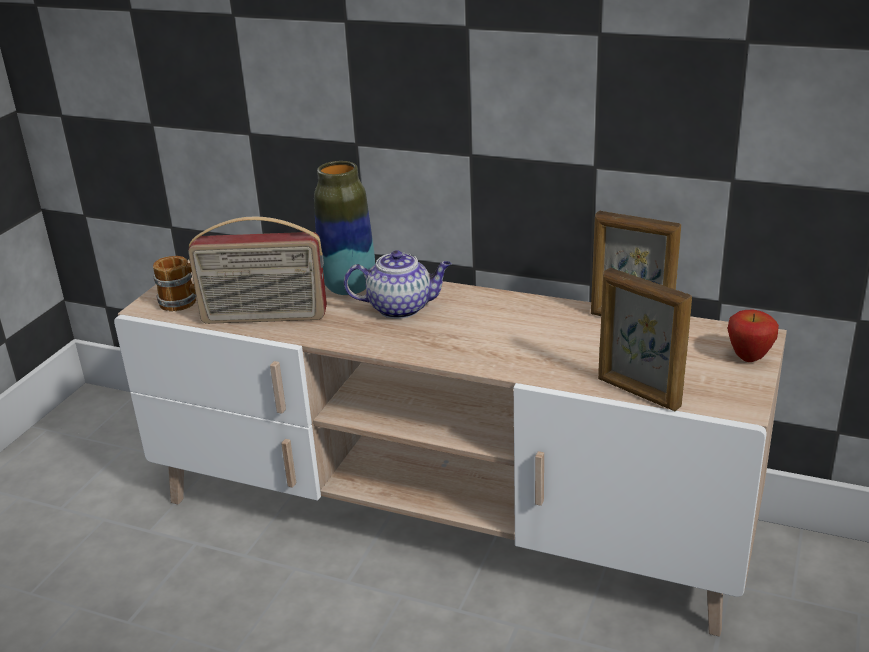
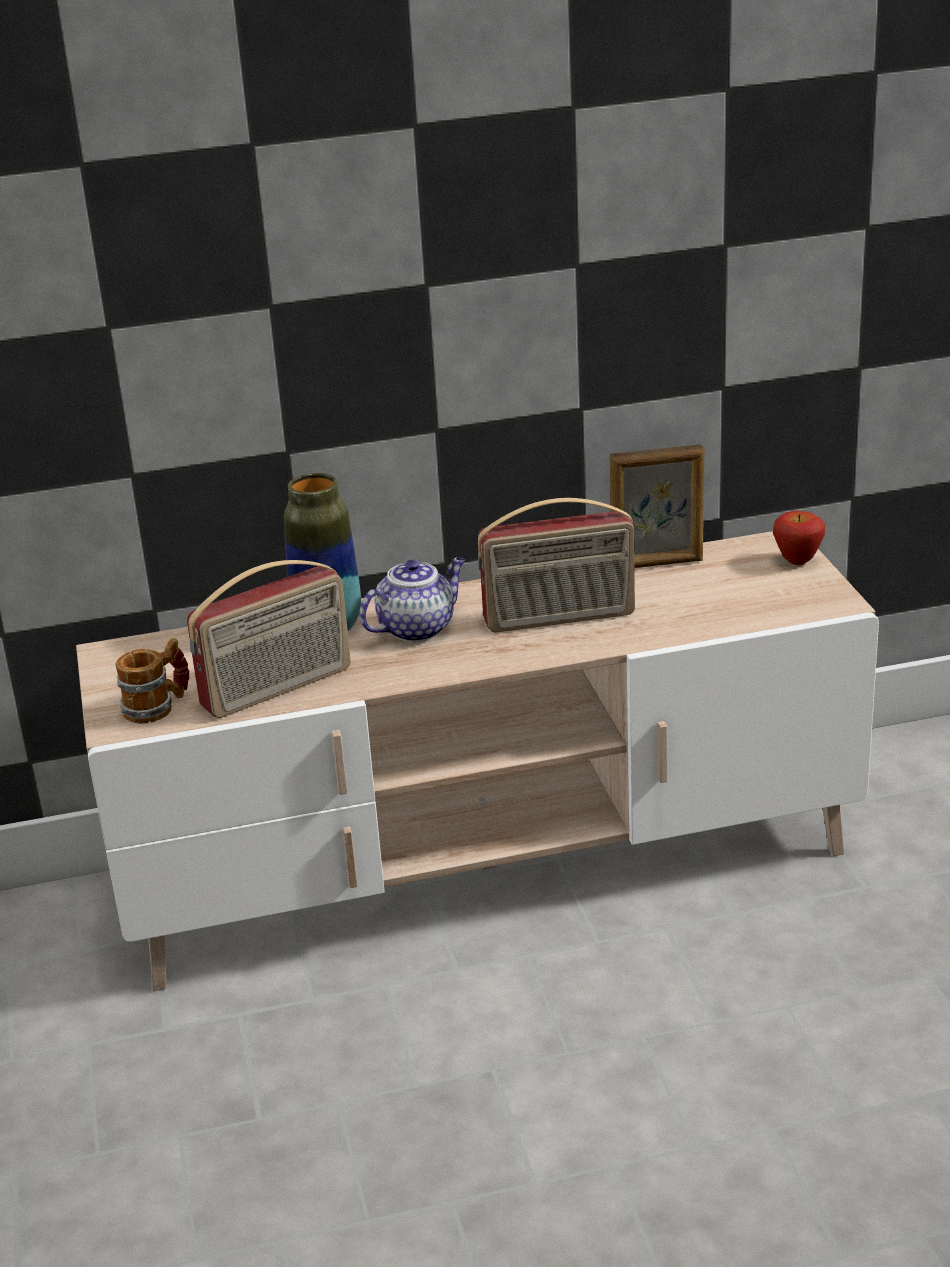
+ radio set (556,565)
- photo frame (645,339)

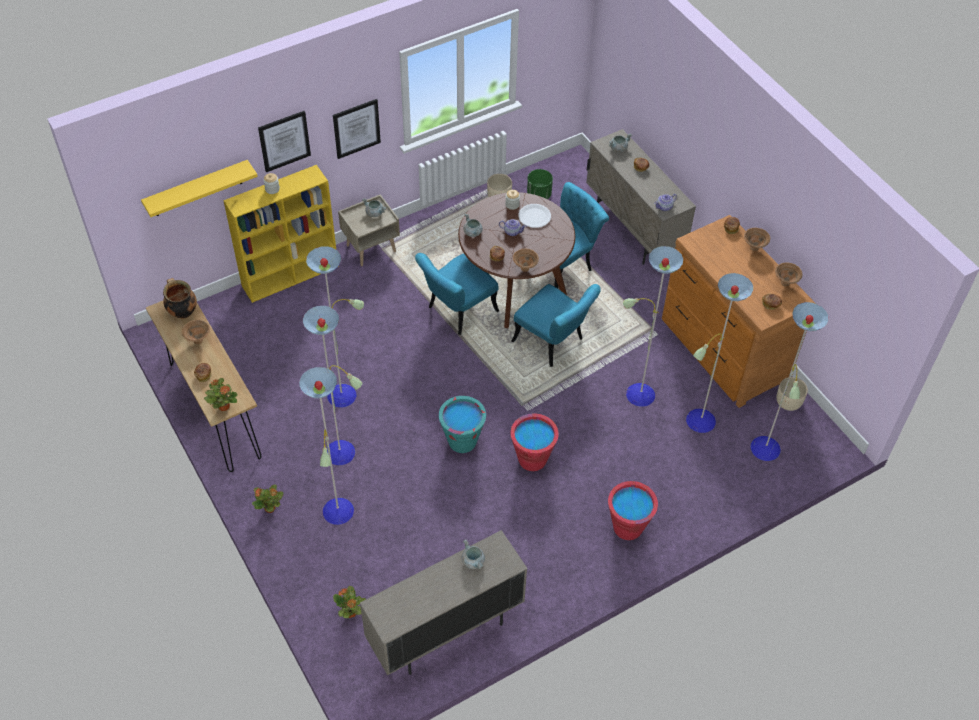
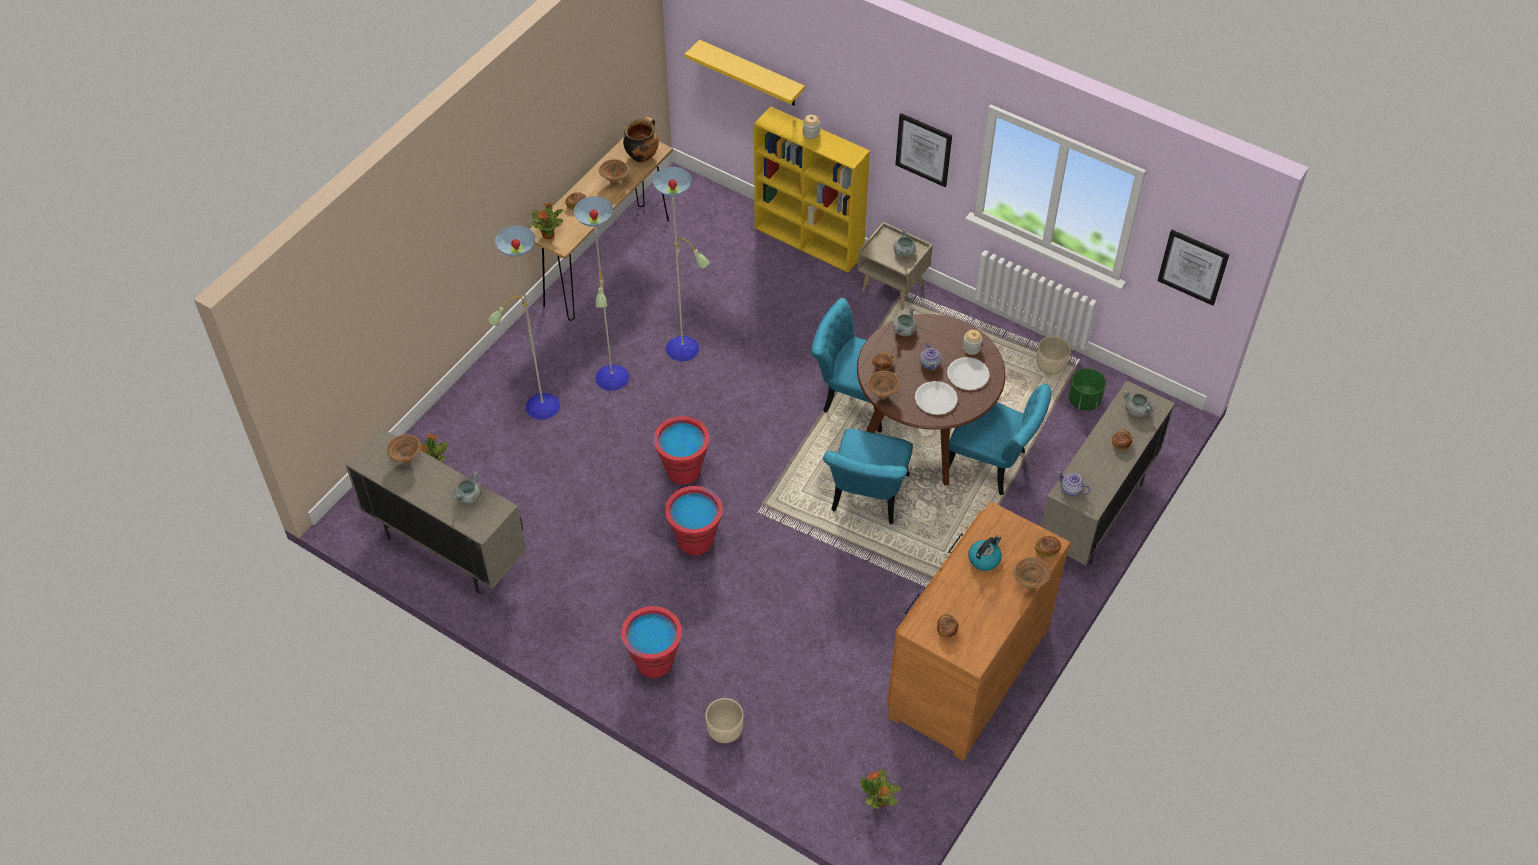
~ brownish serving bowl (788,275) to (404,449)
~ turquoise-coloured pail (462,424) to red-coloured pail (681,450)
~ sand-coloured flower pot (792,394) to (724,720)
~ houseplant (268,498) to (880,789)
+ white-coloured flat dish (936,398)
+ water kettle (985,553)
~ wall picture (284,141) to (1193,268)
- floor lamp (725,353)

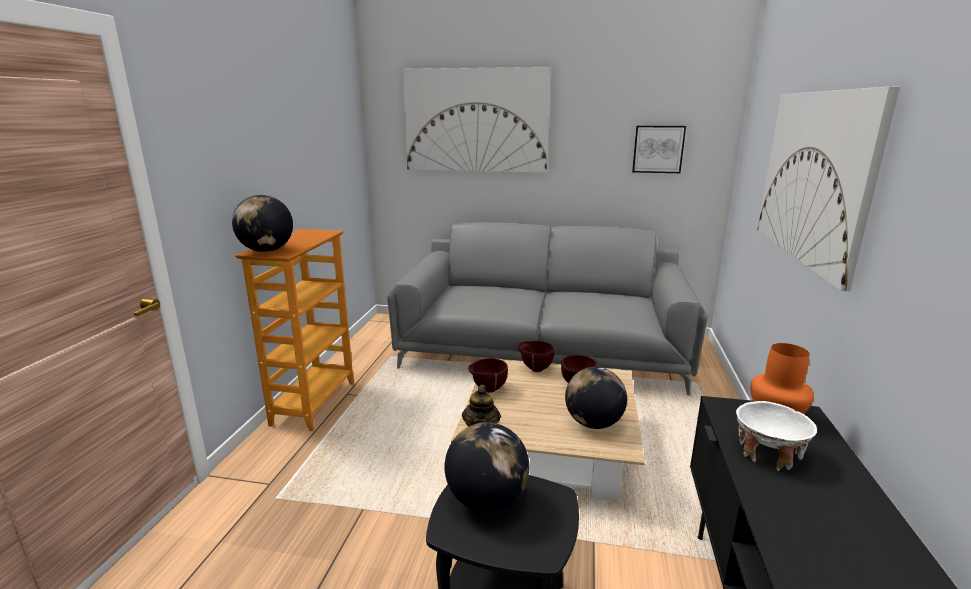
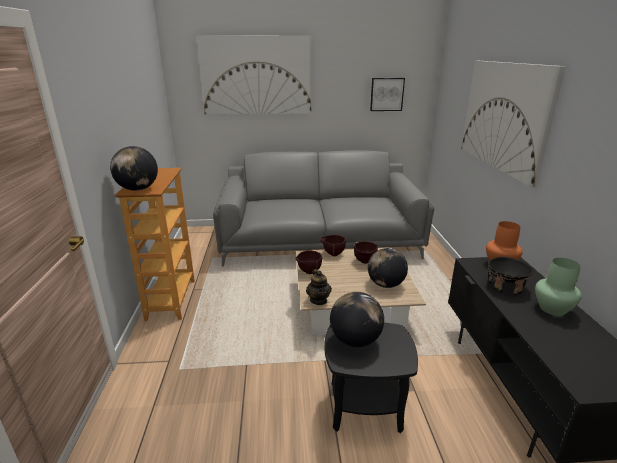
~ white-coloured serving bowl (776,436) to black-coloured serving bowl (511,276)
+ green-coloured decorative vase (558,287)

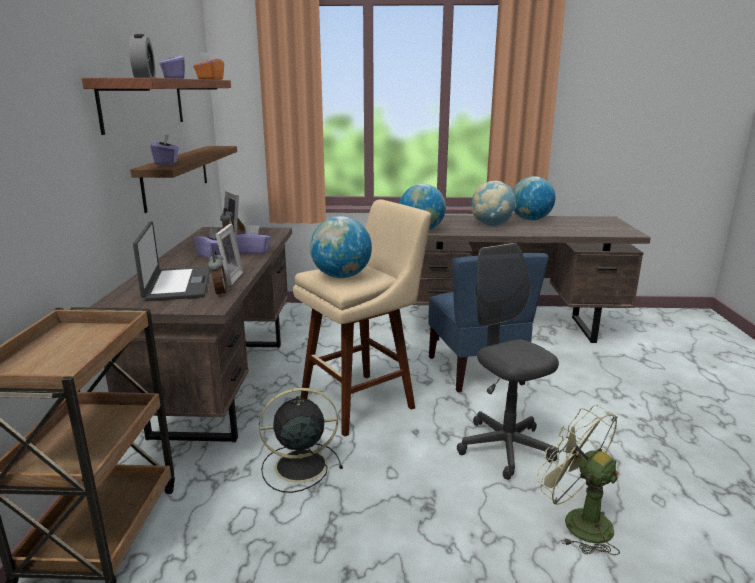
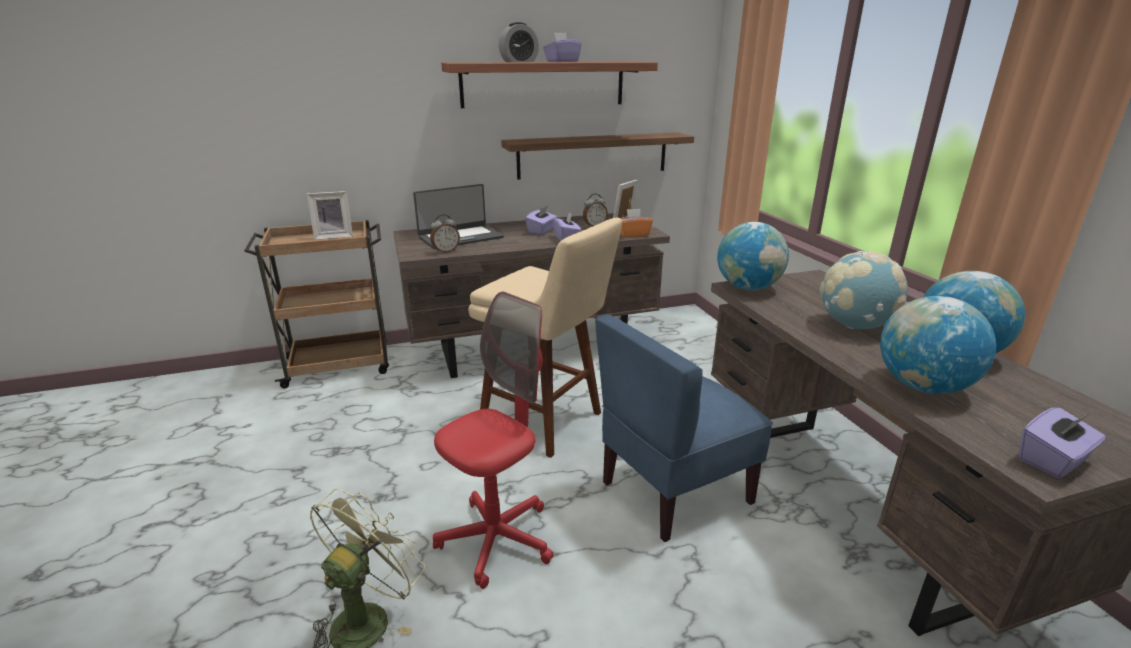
~ photo frame (230,255) to (330,215)
~ grey desk chair (508,361) to red-coloured desk chair (493,440)
~ orangey tissue box (208,66) to (636,223)
~ globe (341,247) to (938,345)
~ purple tissue box (164,149) to (1062,443)
- black-coloured cooling fan (301,440)

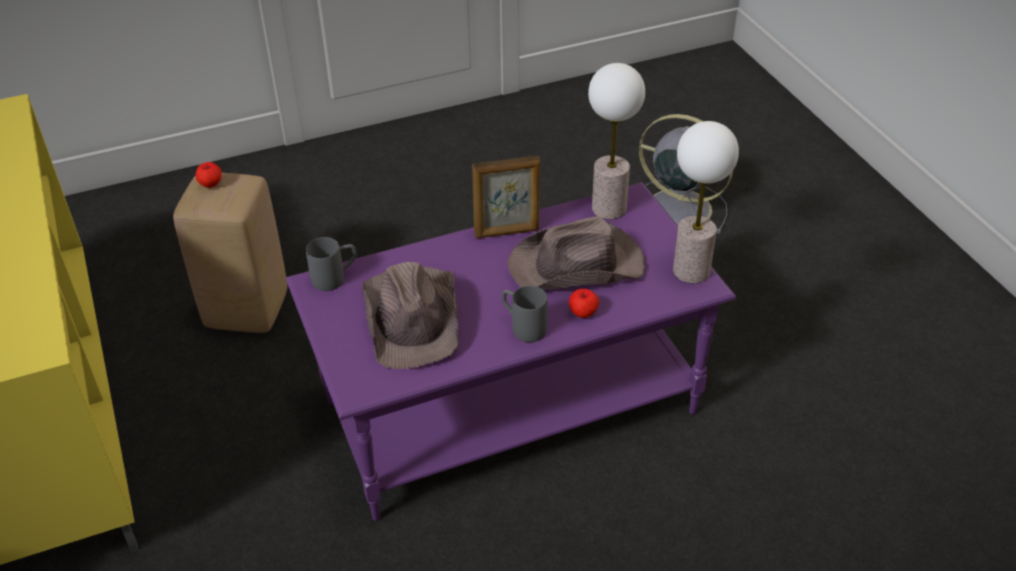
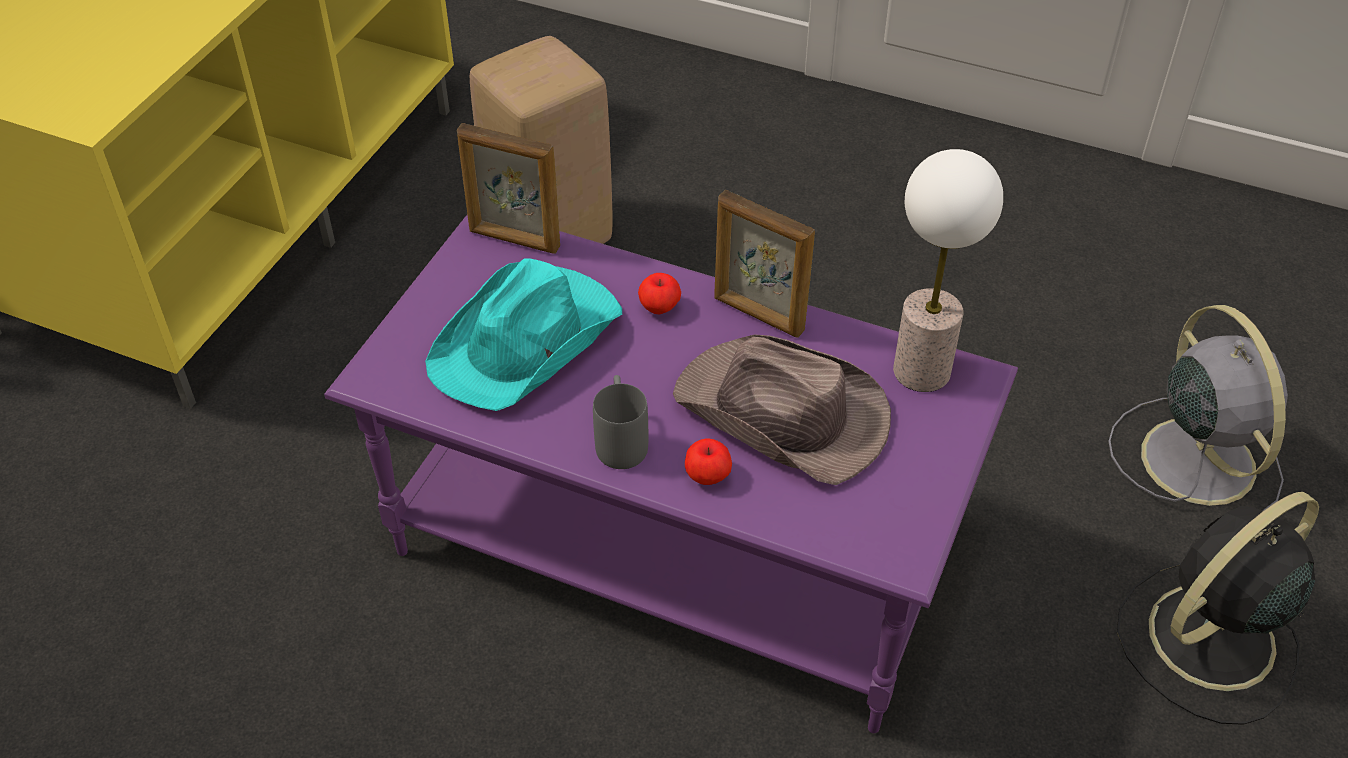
~ brownish hat (410,315) to turquoise-coloured hat (523,334)
~ grey mug (331,264) to photo frame (508,188)
~ apple fruit (209,175) to (659,293)
+ black-coloured cooling fan (1218,608)
- tabletop lamp (706,202)

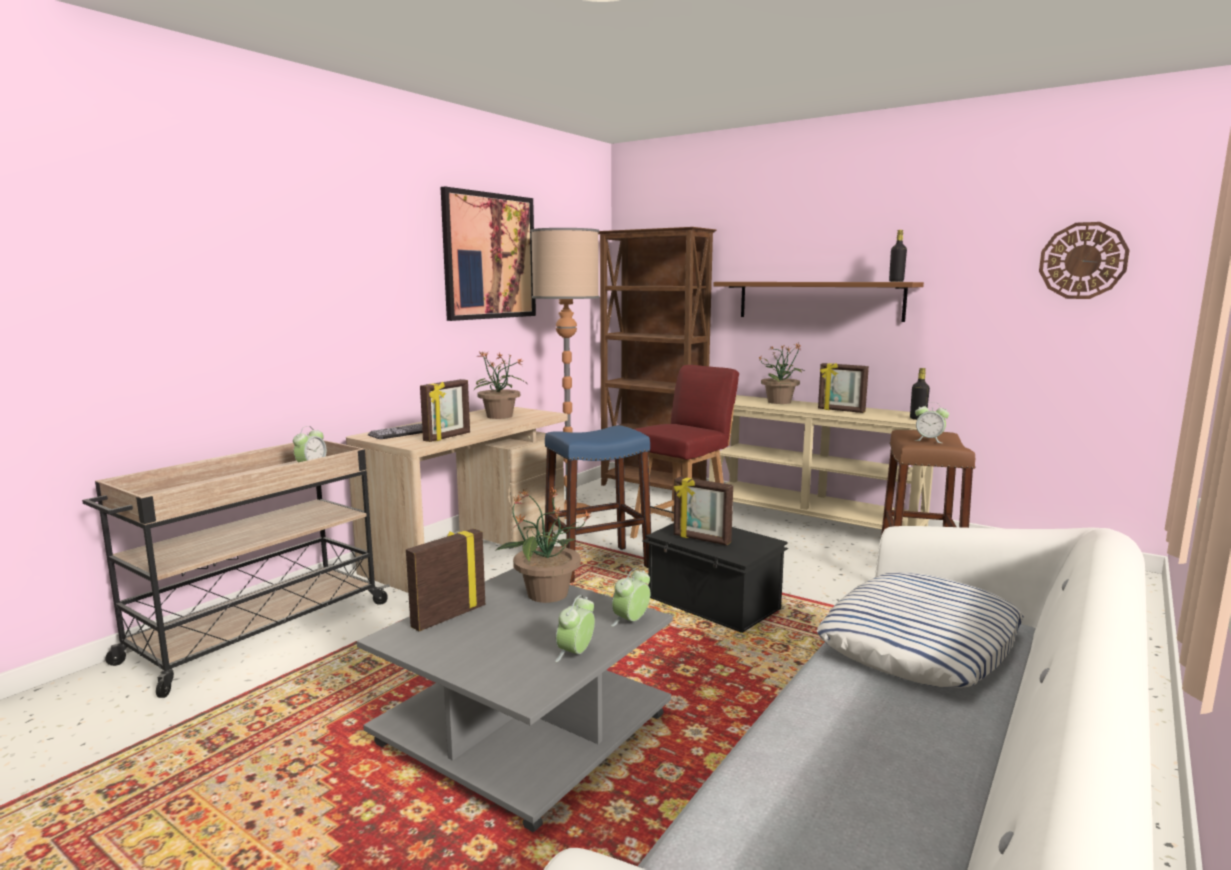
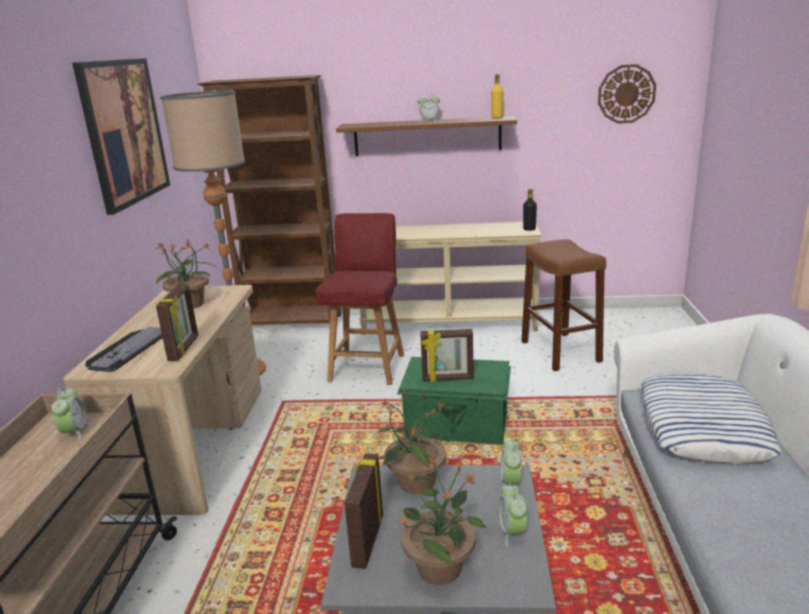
~ black-coloured storage bin (715,578) to green-coloured storage bin (454,401)
~ houseplant (782,373) to (441,521)
~ table clock (932,422) to (428,107)
~ black-coloured drink bottle (898,256) to yellow-coloured drink bottle (497,96)
- blue-coloured stool (597,504)
- photo frame (843,388)

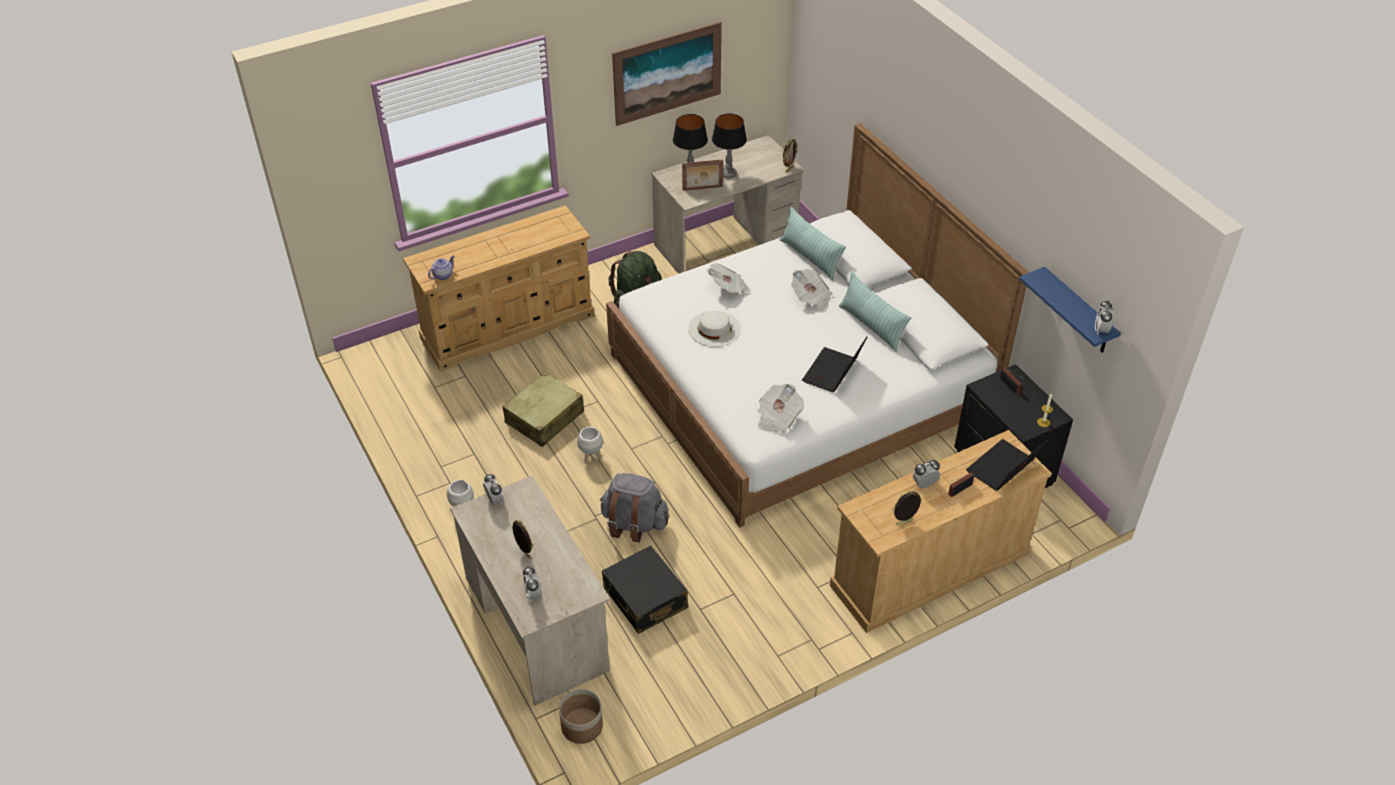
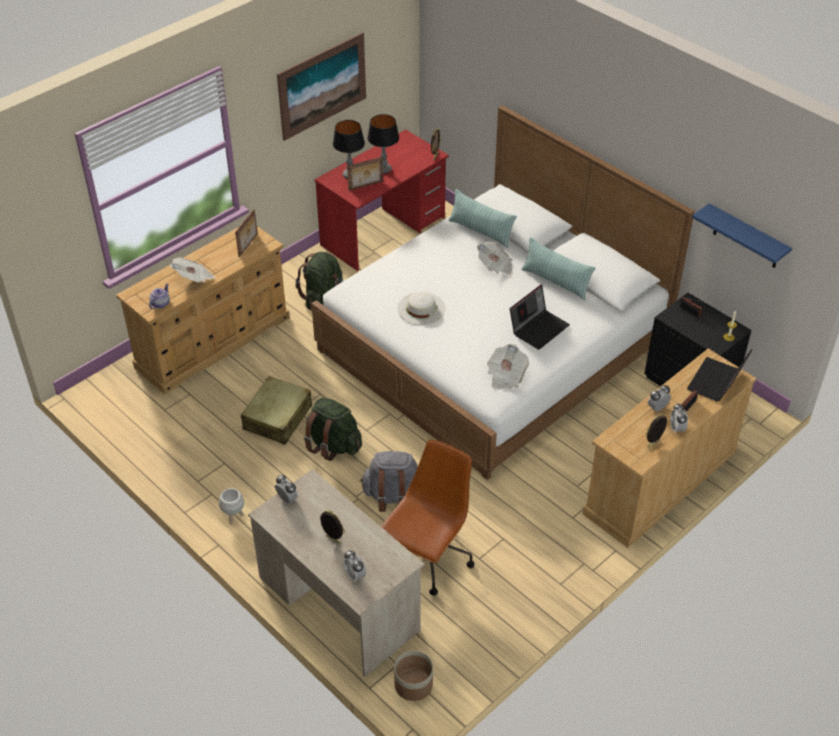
~ daily paper (728,278) to (192,270)
+ photo frame (246,233)
~ white-coloured flower pot (590,445) to green-coloured knapsack (333,429)
~ sand-coloured desk table (727,204) to red-coloured desk table (381,200)
~ black-coloured piece of luggage (645,590) to brownish desk chair (427,518)
~ portable computer (834,364) = (540,317) 150 degrees counterclockwise
~ table clock (1104,317) to (679,418)

